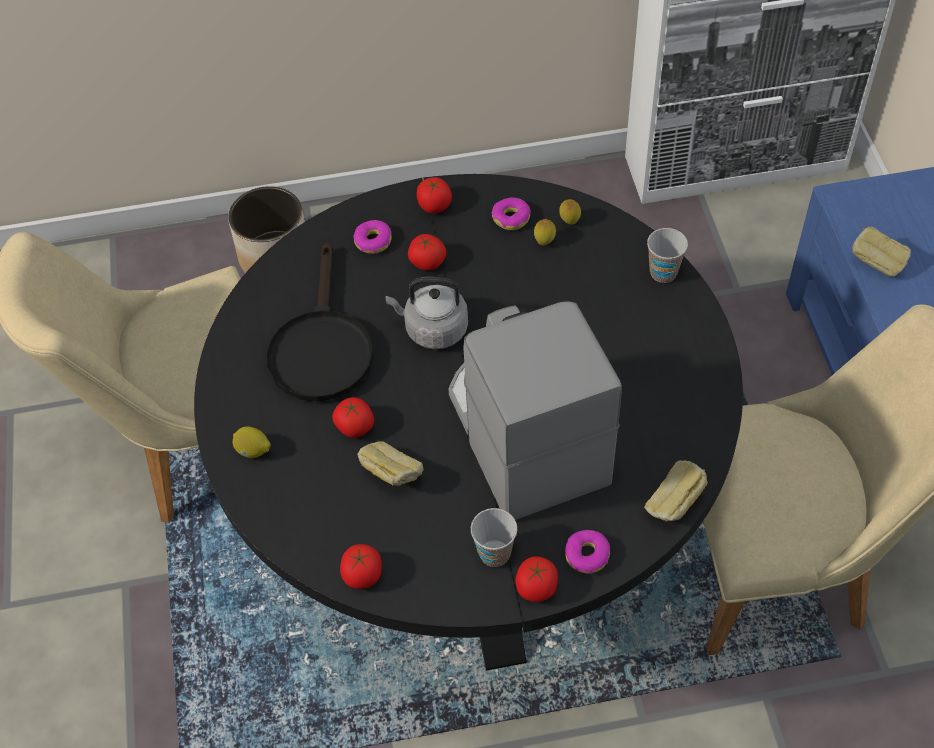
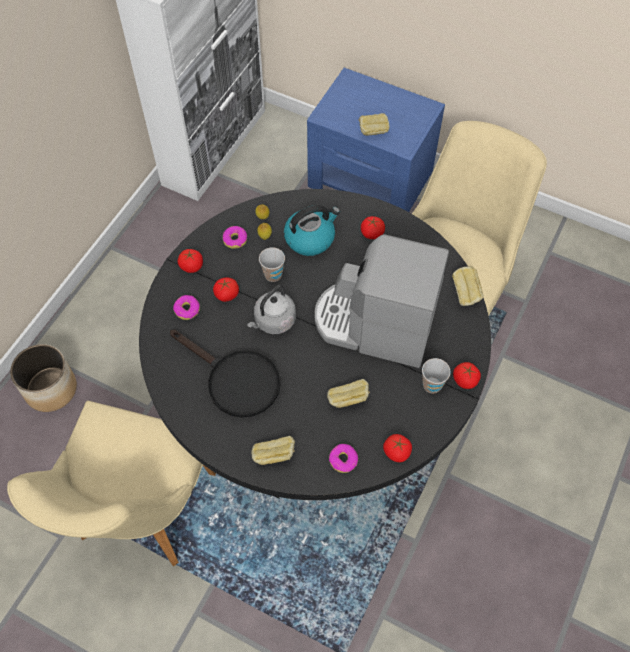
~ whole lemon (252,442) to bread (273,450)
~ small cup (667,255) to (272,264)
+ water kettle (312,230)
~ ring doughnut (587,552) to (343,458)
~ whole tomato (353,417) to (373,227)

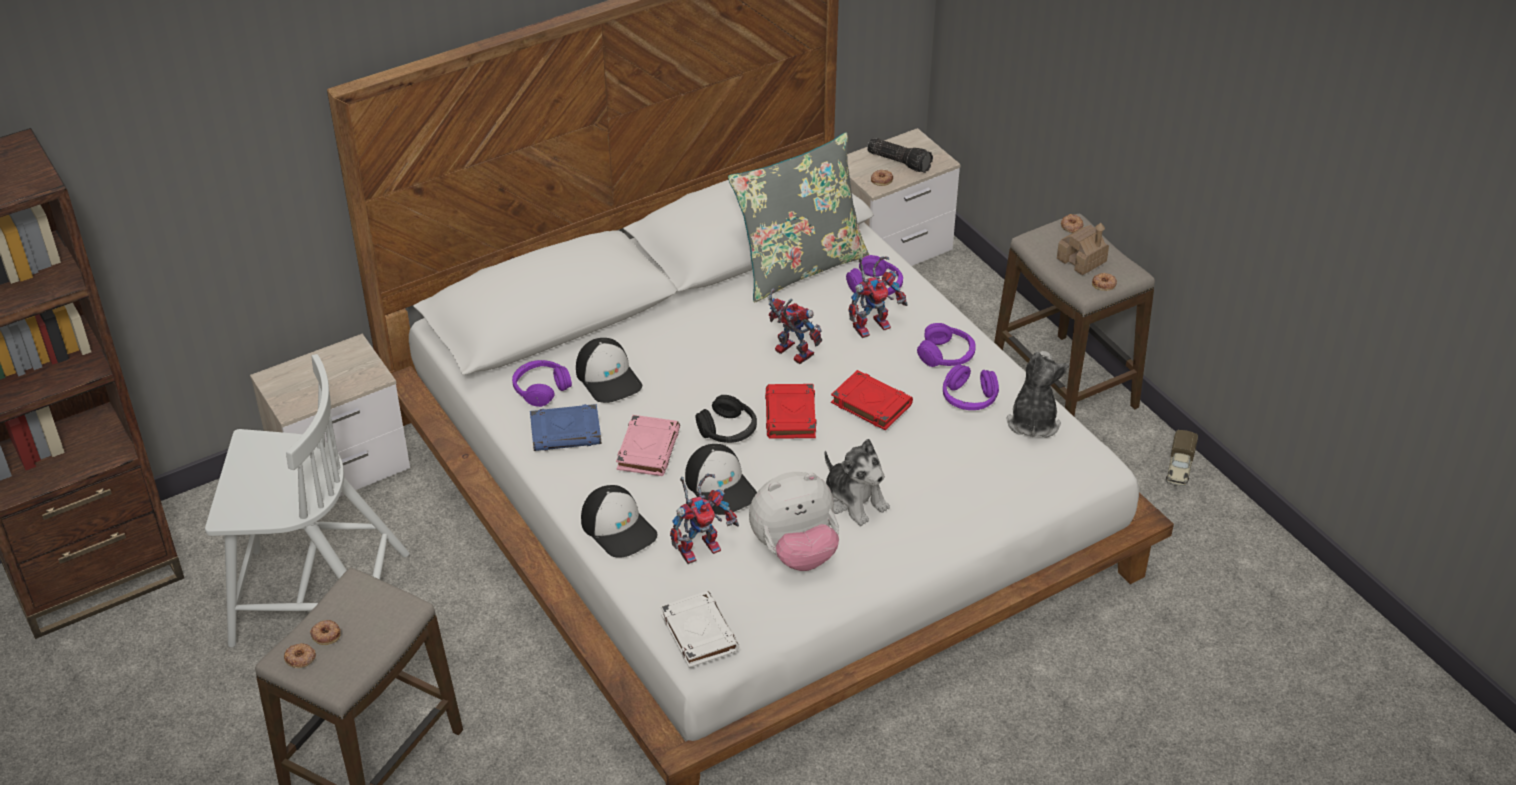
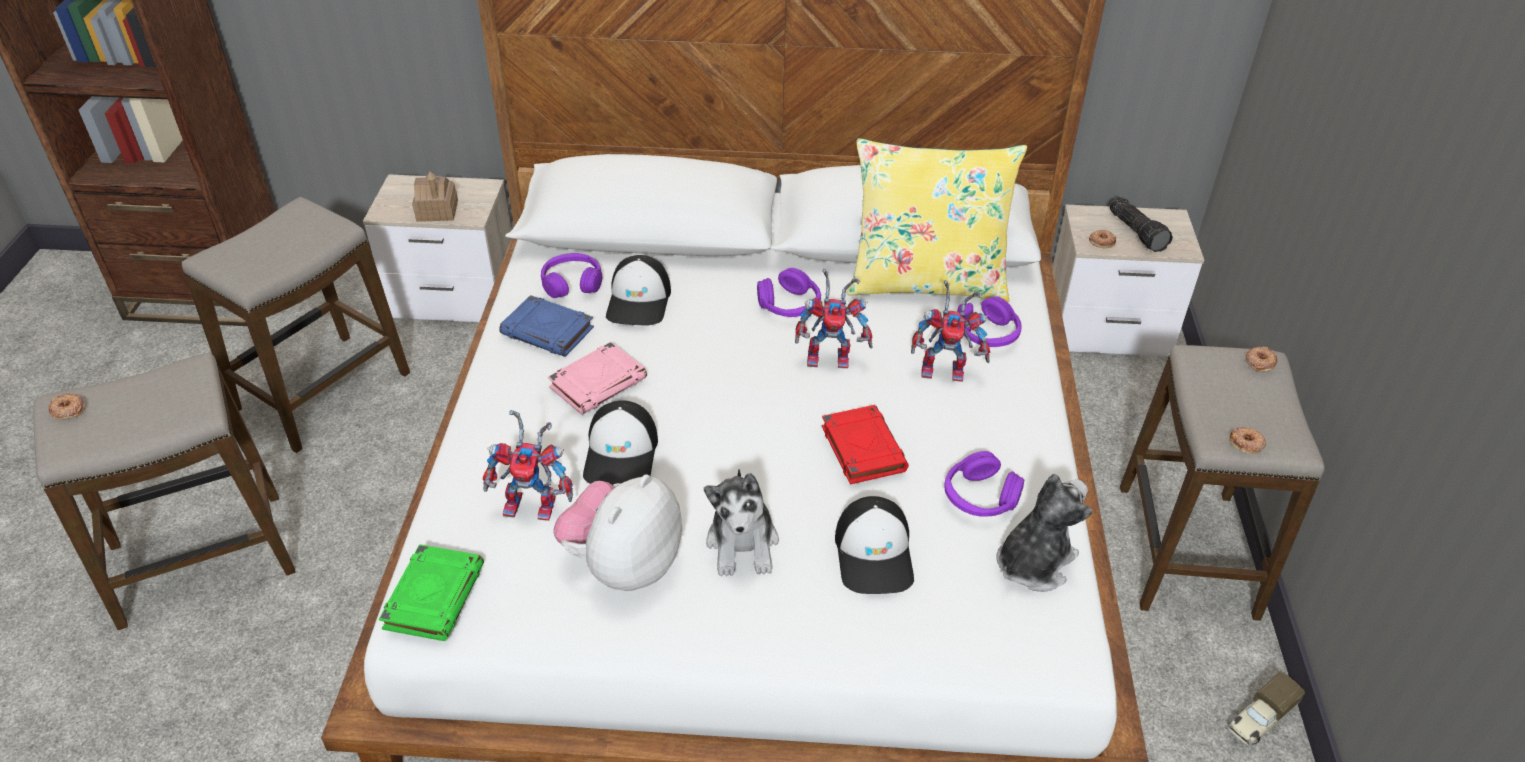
~ white-coloured upright chair (307,500) to stool (296,325)
~ white-coloured book (700,629) to green-coloured book (431,592)
~ miniature house (1083,249) to (435,197)
~ plush toy (794,521) = (617,532) 105 degrees clockwise
~ purple headset (946,345) to (789,292)
~ toy robot (795,326) = (834,318) 105 degrees clockwise
~ peaked cap (619,521) to (874,545)
~ grey throw pillow (798,217) to yellow-coloured throw pillow (937,220)
- ring doughnut (325,632)
- black-coloured headset (726,419)
- red-coloured book (791,411)

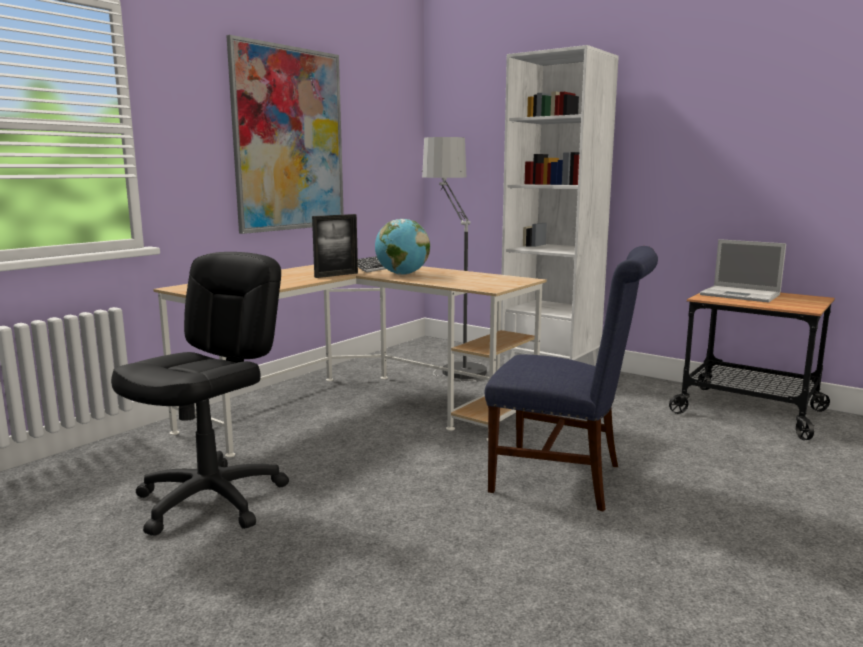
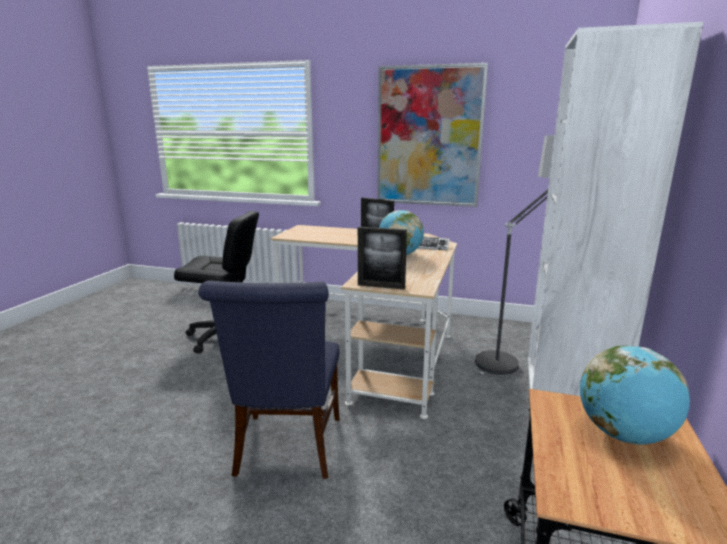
+ photo frame (382,258)
~ portable computer (743,271) to globe (635,394)

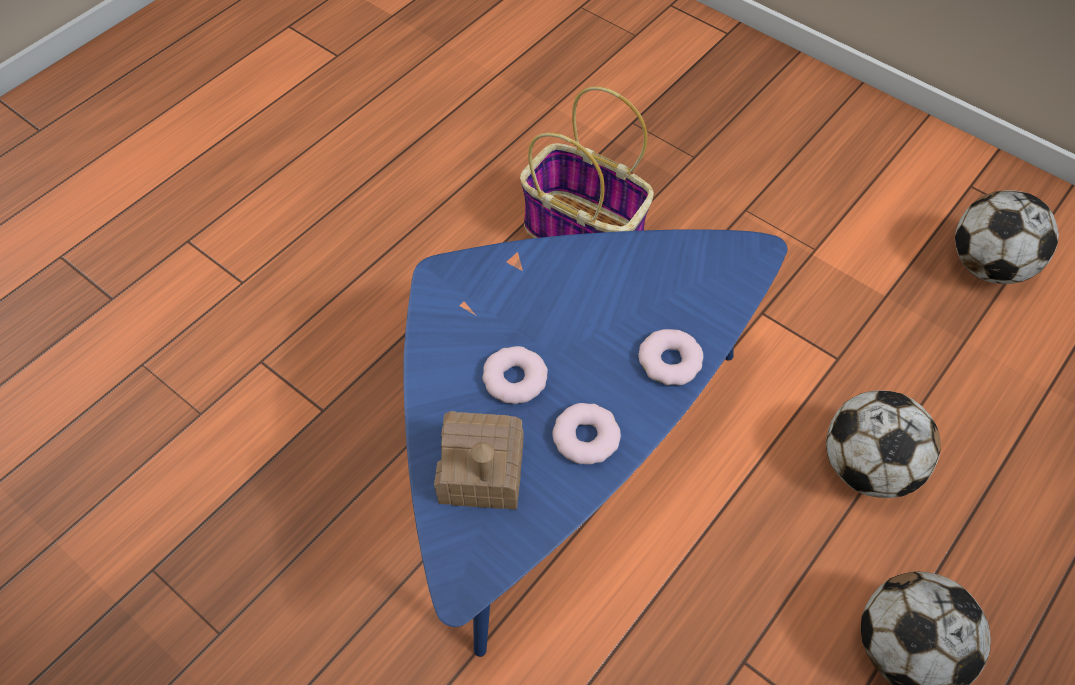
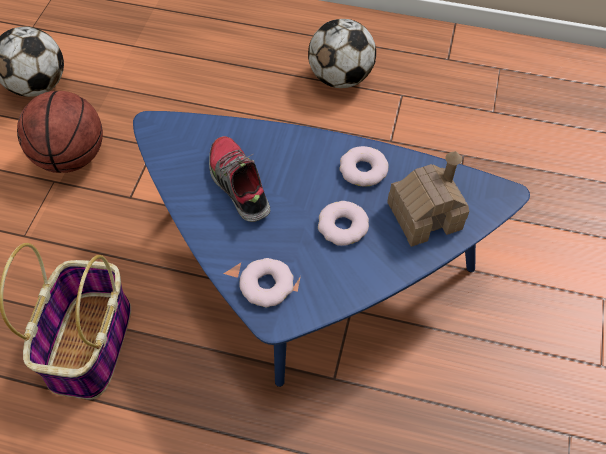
+ basketball ball (60,132)
+ shoe (239,179)
~ ring doughnut (670,357) to (266,282)
- football (883,444)

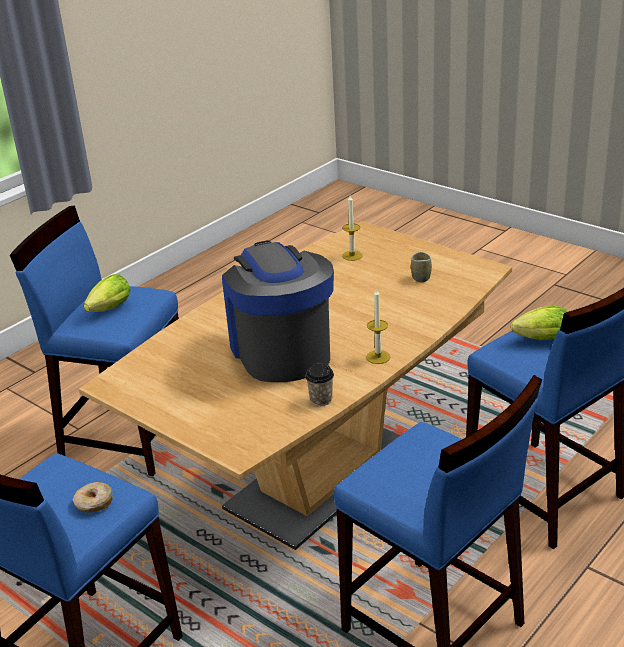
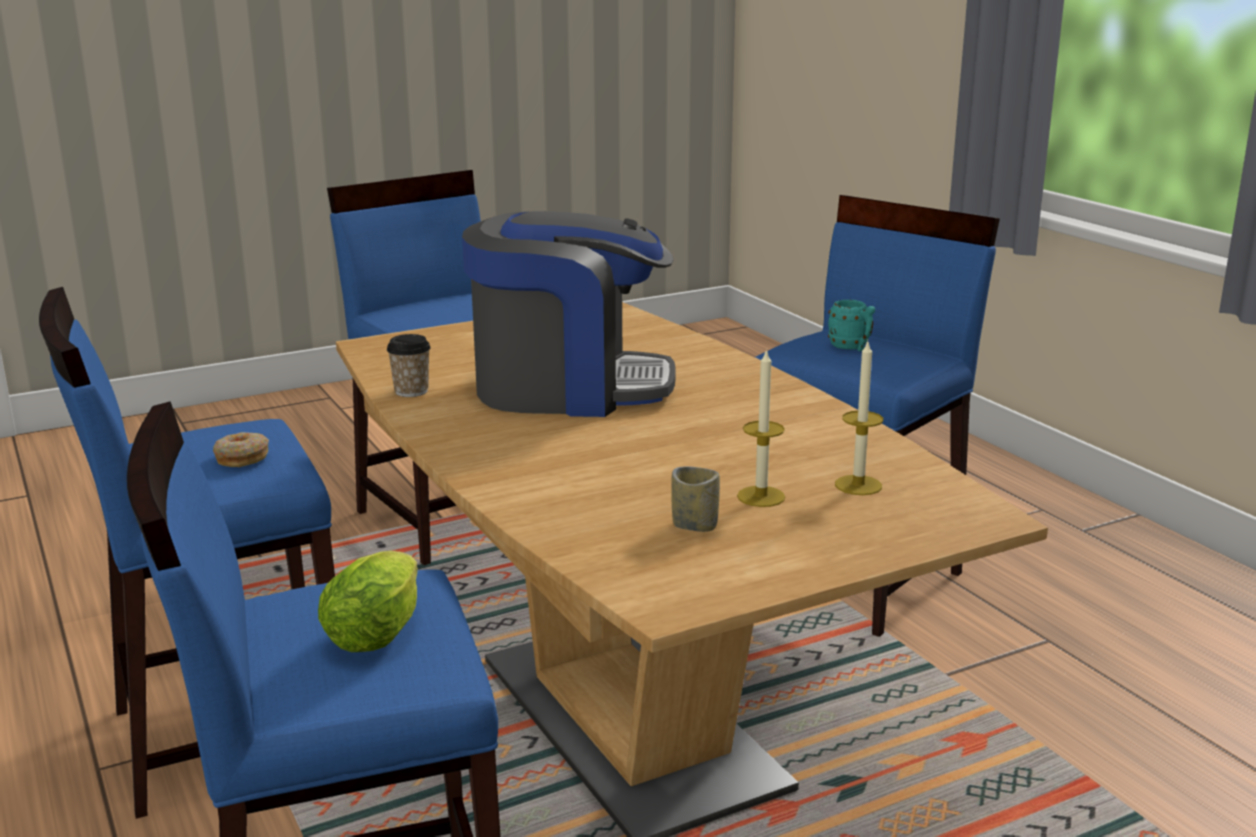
~ ring doughnut (93,497) to (241,449)
~ wax candle (378,326) to (761,427)
~ lettuce (107,293) to turquoise-coloured mug (851,325)

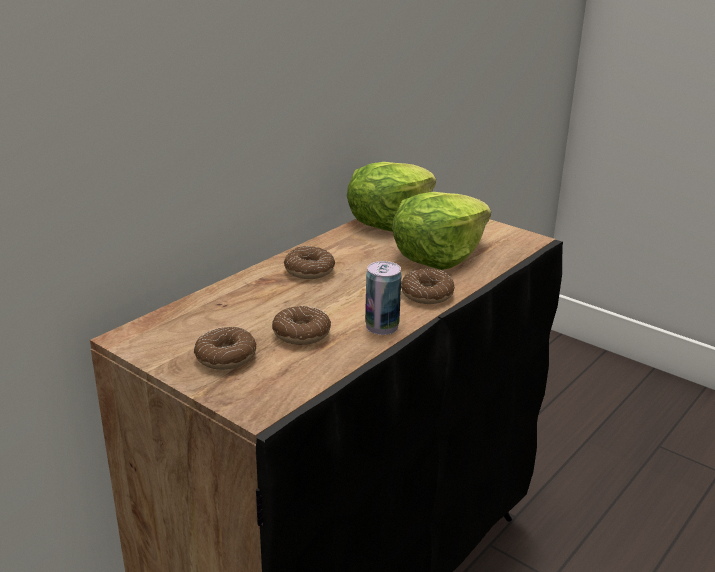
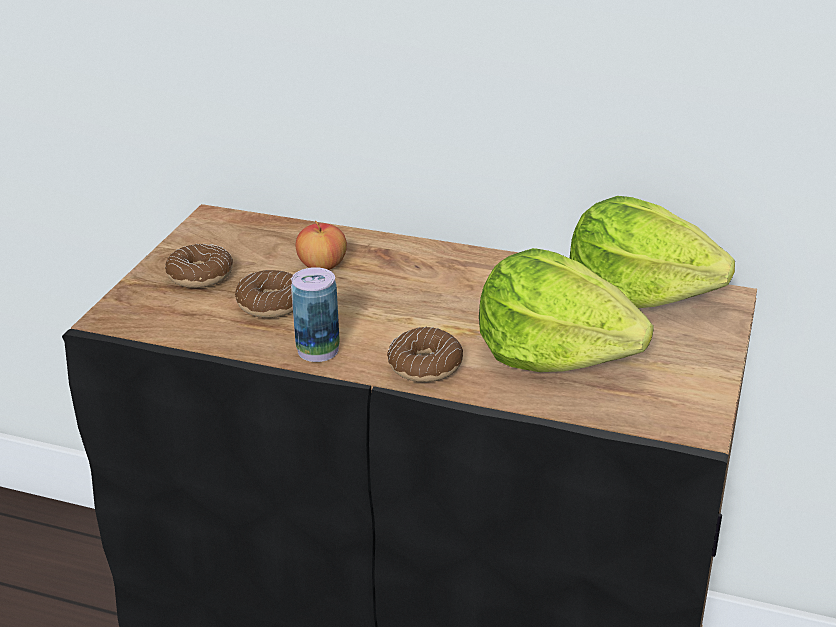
+ apple fruit (321,245)
- ring doughnut (309,262)

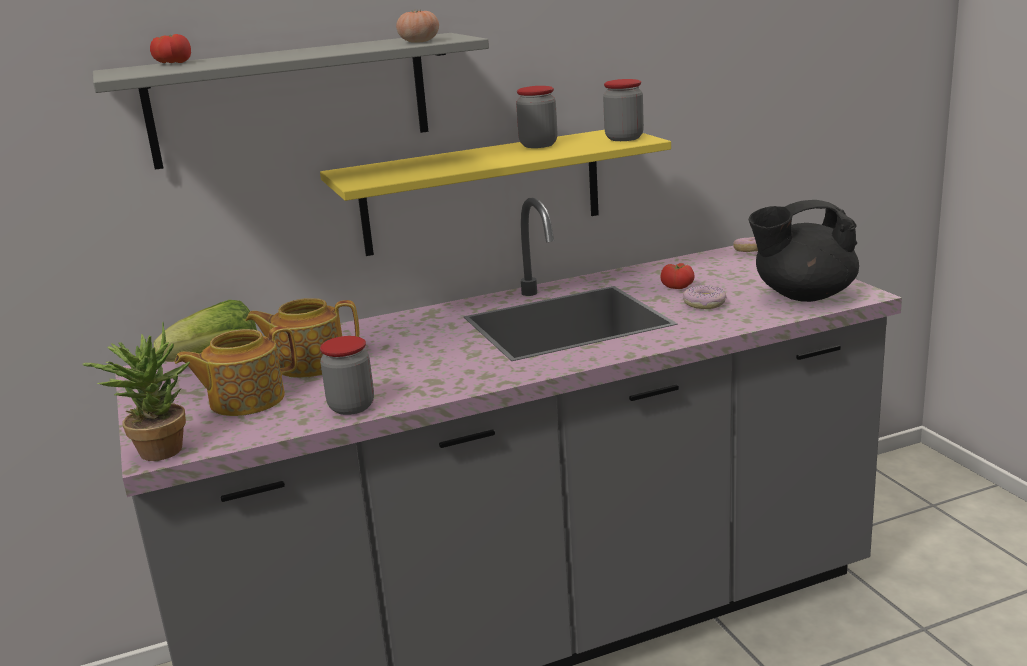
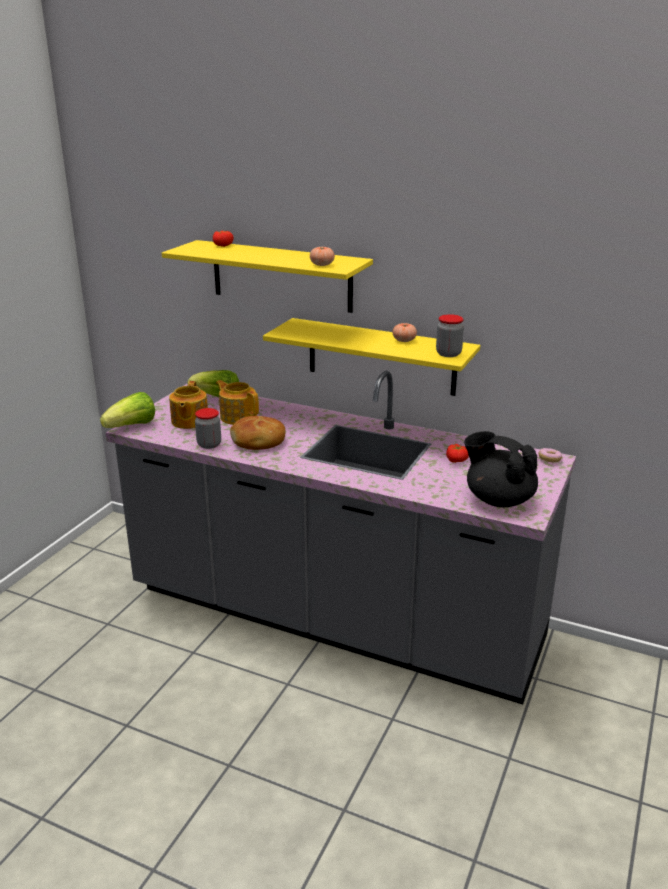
~ houseplant (136,392) to lettuce (127,410)
~ grey shelf (291,101) to yellow-coloured shelf (267,276)
~ pot for tea (236,371) = (188,405) 105 degrees counterclockwise
+ bread (258,433)
~ jar (536,117) to whole tomato (404,332)
- ring doughnut (705,297)

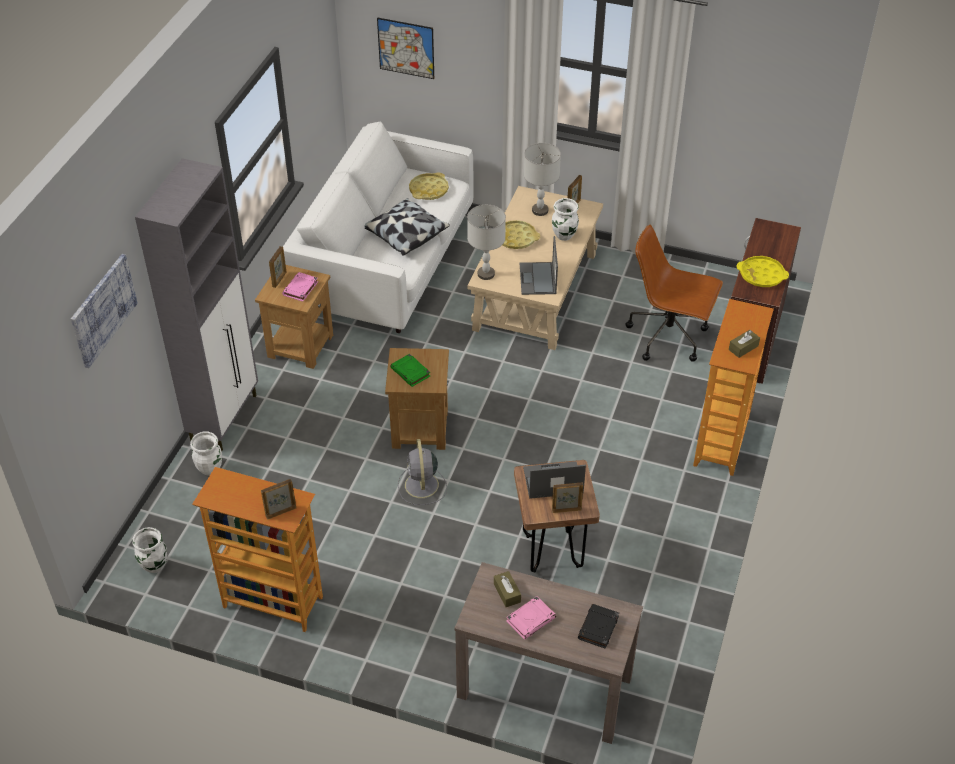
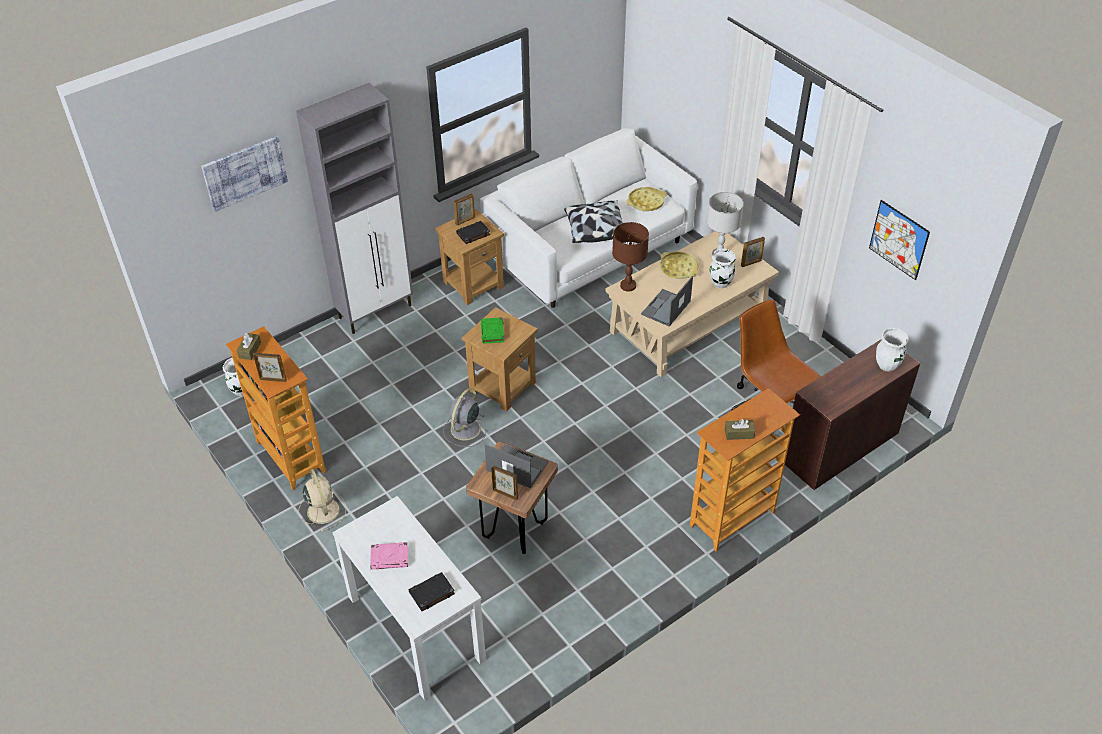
~ brownish tissue box (507,589) to (249,346)
+ sand-coloured cooling fan (322,500)
~ brownish narrow table (548,653) to white-coloured narrow table (409,598)
~ pink book (300,287) to black-coloured book (473,232)
~ grey tabletop lamp (486,242) to brownish tabletop lamp (630,257)
~ wall picture (405,48) to (899,240)
~ white-coloured decorative vase (206,454) to (892,350)
- yellow-coloured tray (763,271)

